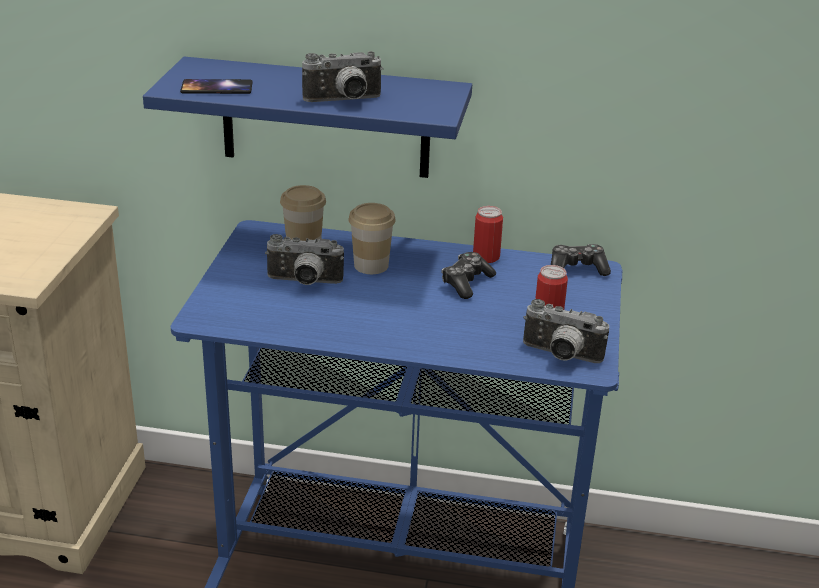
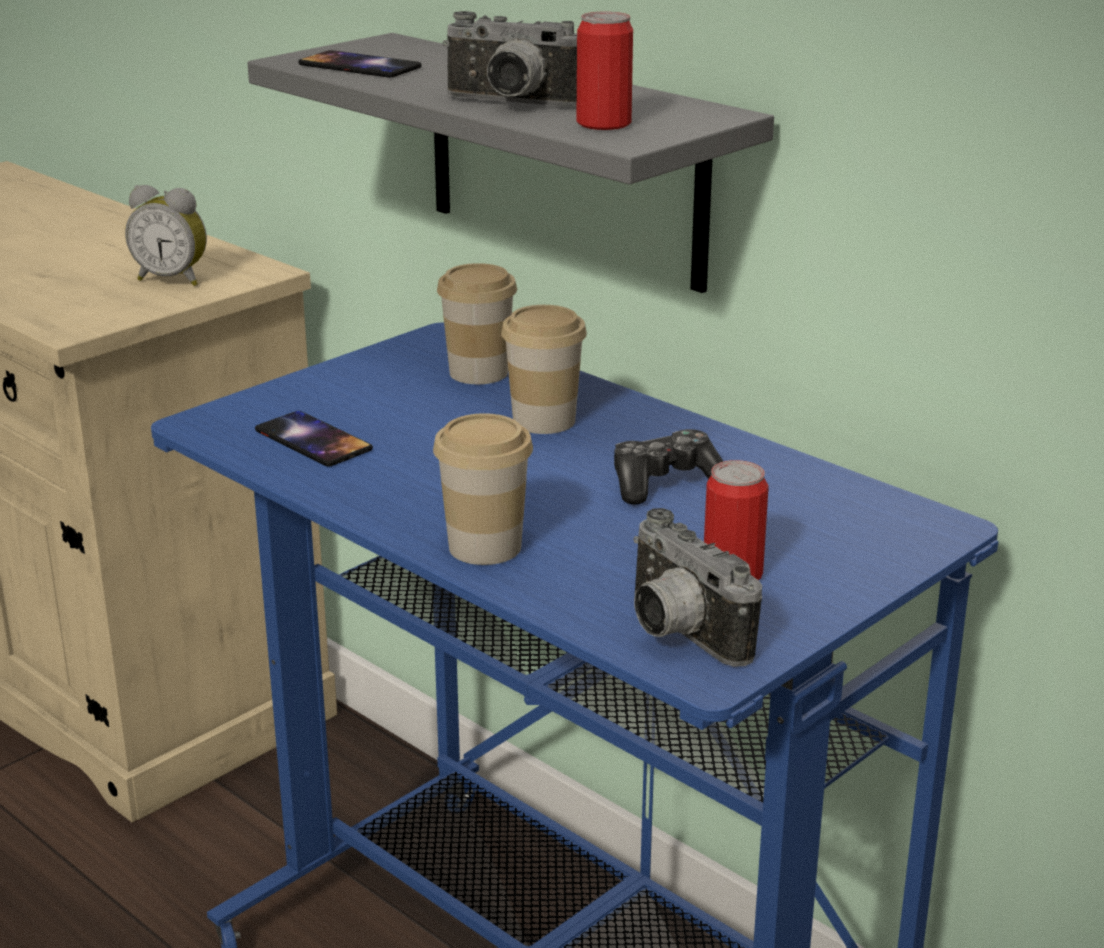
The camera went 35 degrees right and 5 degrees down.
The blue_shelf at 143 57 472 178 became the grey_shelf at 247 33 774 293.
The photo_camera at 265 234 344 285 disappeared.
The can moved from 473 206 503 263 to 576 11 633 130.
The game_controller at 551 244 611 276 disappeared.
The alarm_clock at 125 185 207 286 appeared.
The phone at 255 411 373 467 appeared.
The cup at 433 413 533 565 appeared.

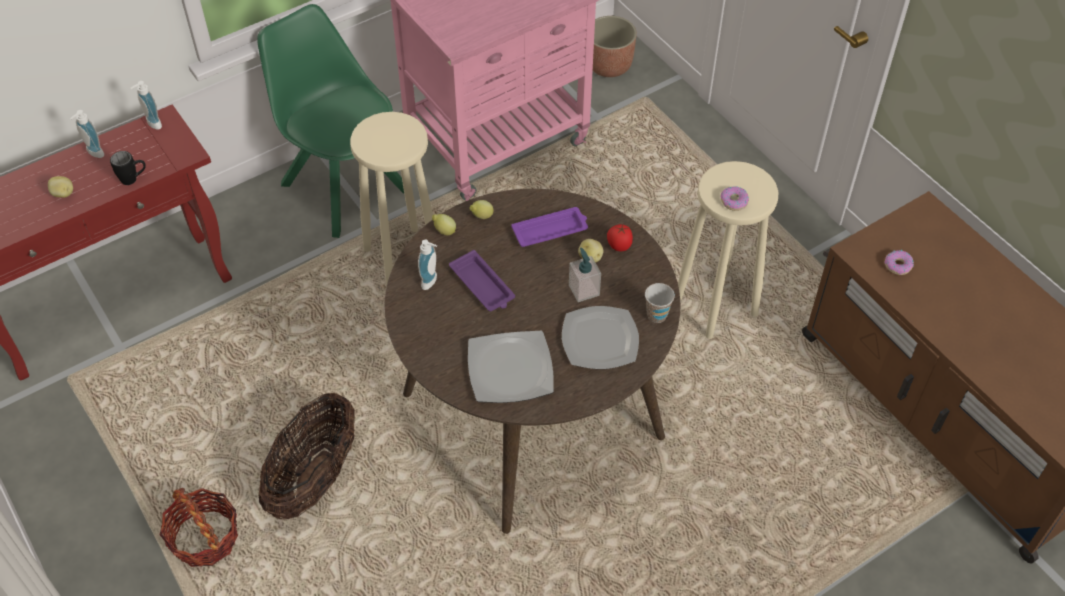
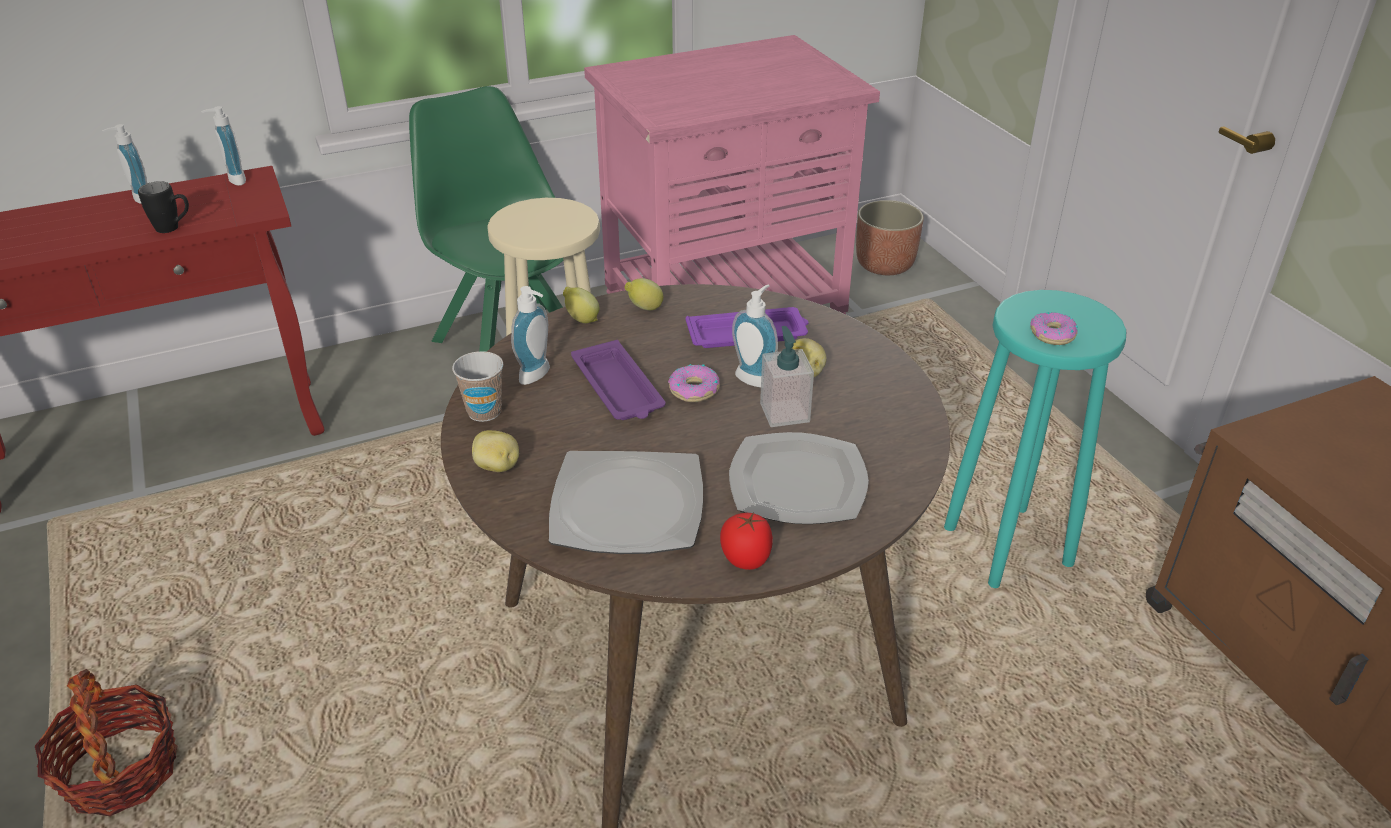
The camera went 10 degrees right and 15 degrees down.
The potato moved from 48 176 73 198 to 472 430 519 472.
The basket at 259 393 355 519 disappeared.
The tomato moved from 607 224 633 251 to 720 512 773 570.
The cup moved from 645 283 675 323 to 452 351 503 422.
The beige_stool at 678 161 778 339 became the turquoise_stool at 944 290 1126 588.
The donut moved from 885 250 914 275 to 668 364 720 402.
The soap_dispenser at 732 284 778 387 appeared.

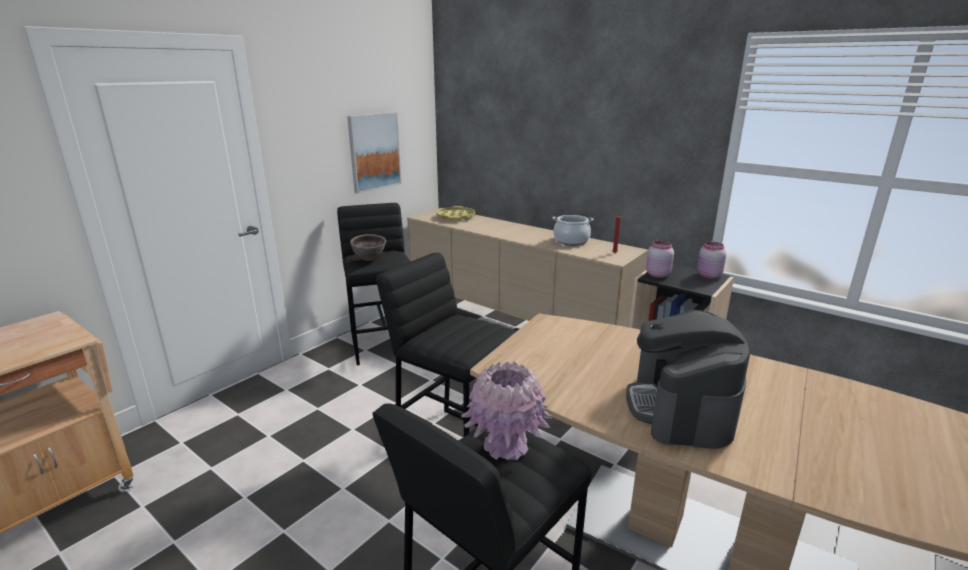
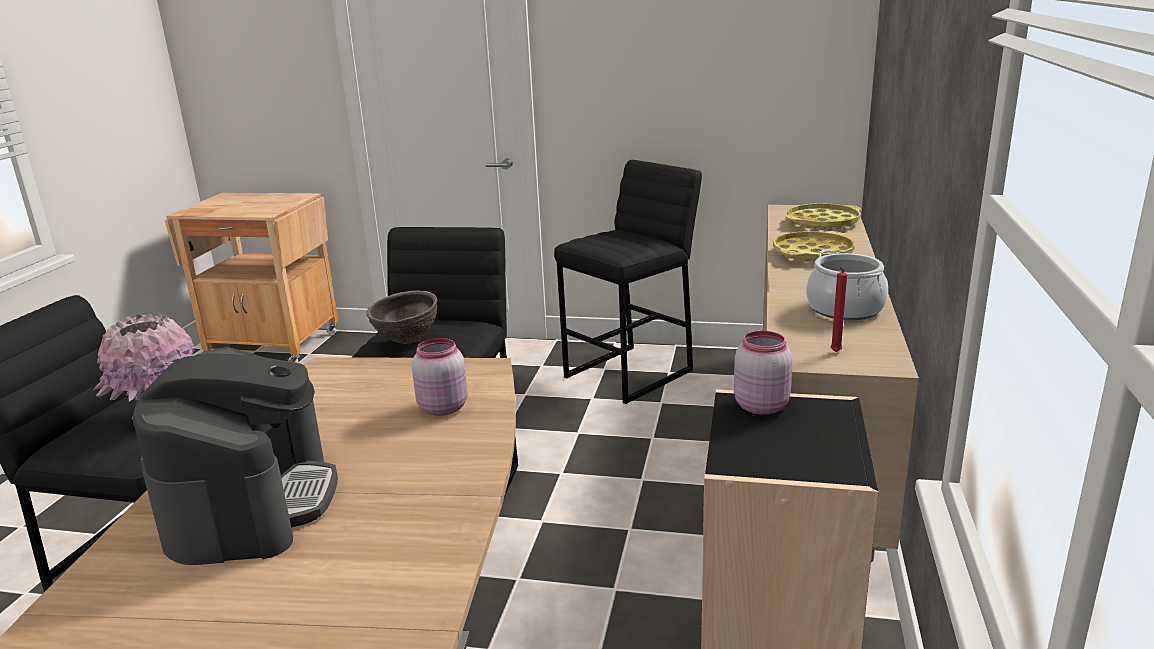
The camera went 65 degrees right and 0 degrees up.
The picture at 347 112 402 194 disappeared.
The brown_bowl moved from 350 234 386 261 to 366 290 437 344.
The coffee_machine at 626 309 750 449 turned 105 degrees clockwise.
The pink_jar moved from 697 242 727 279 to 412 338 468 416.
The yellow_tray at 773 231 855 262 appeared.

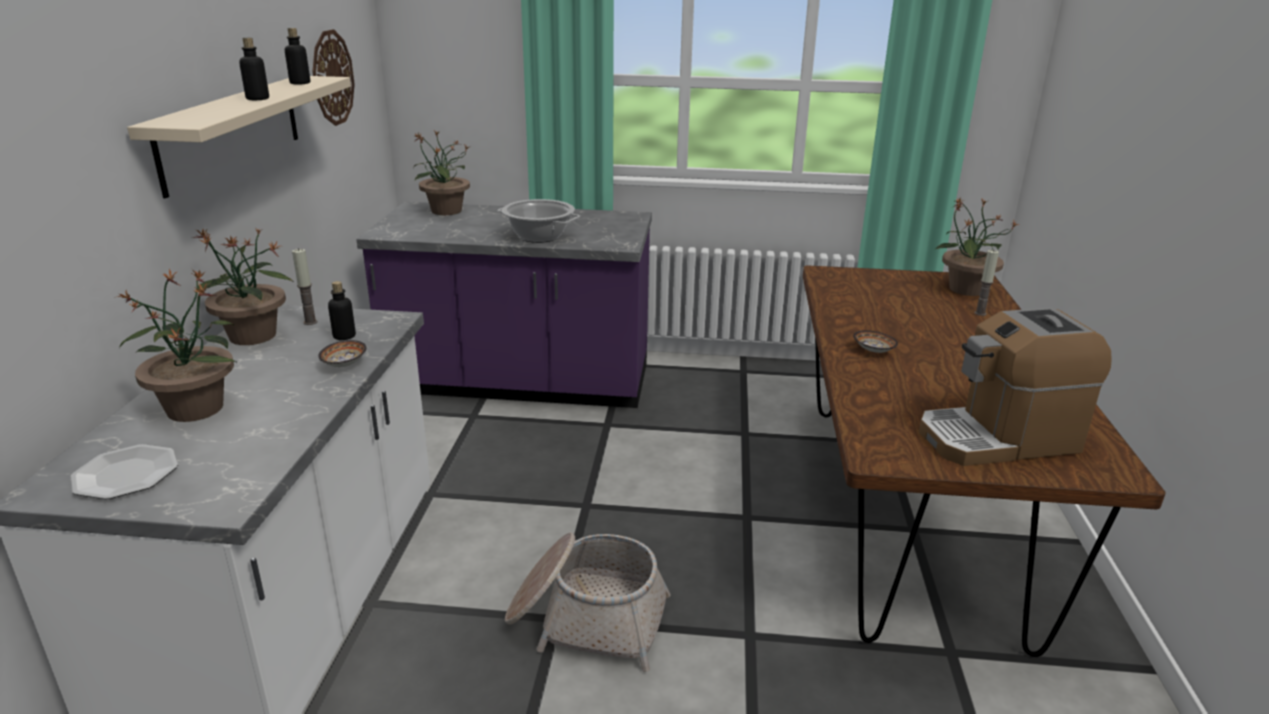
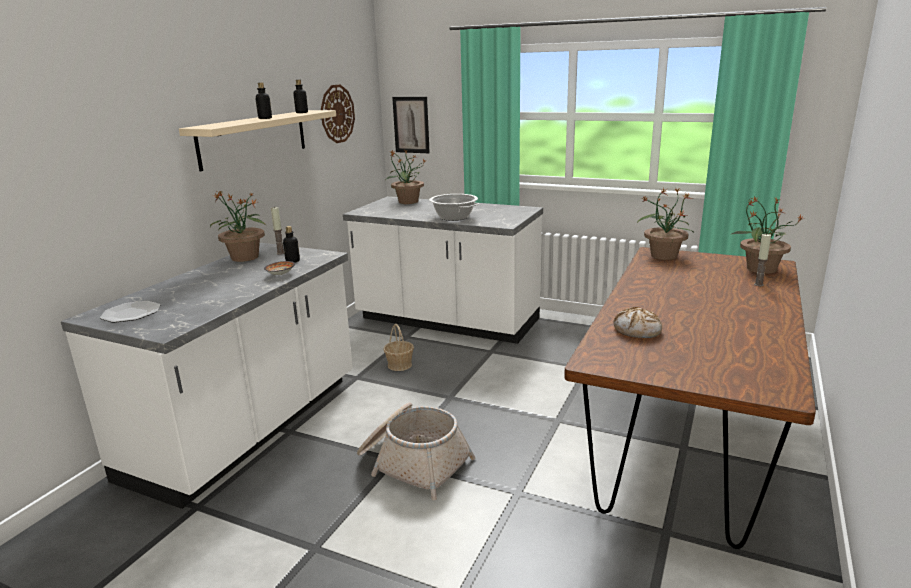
The camera went 20 degrees right and 5 degrees down.
The potted_plant moved from 117 268 238 422 to 637 188 694 260.
The purple_counter at 356 202 652 408 became the white_counter at 343 196 543 344.
The bowl at 853 330 898 353 disappeared.
The coffee_machine at 919 307 1112 466 disappeared.
The basket at 383 324 414 371 appeared.
The picture at 392 97 430 153 appeared.
The bread at 614 307 662 338 appeared.

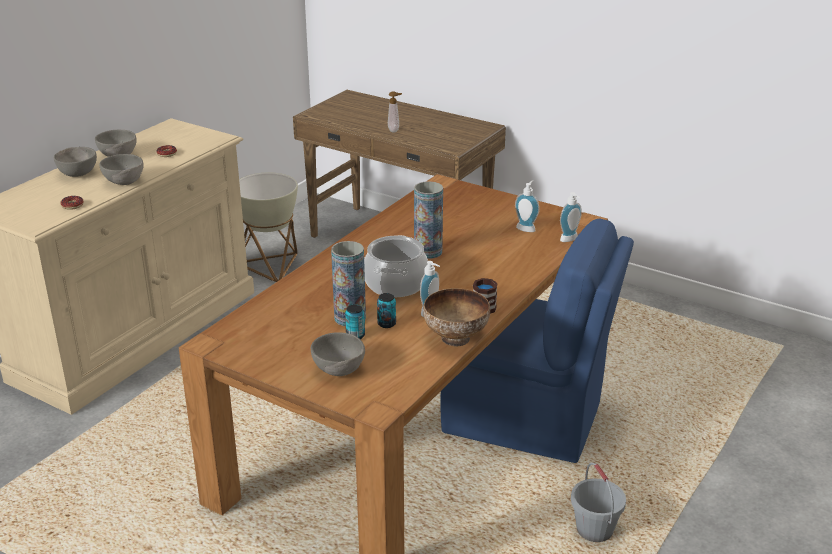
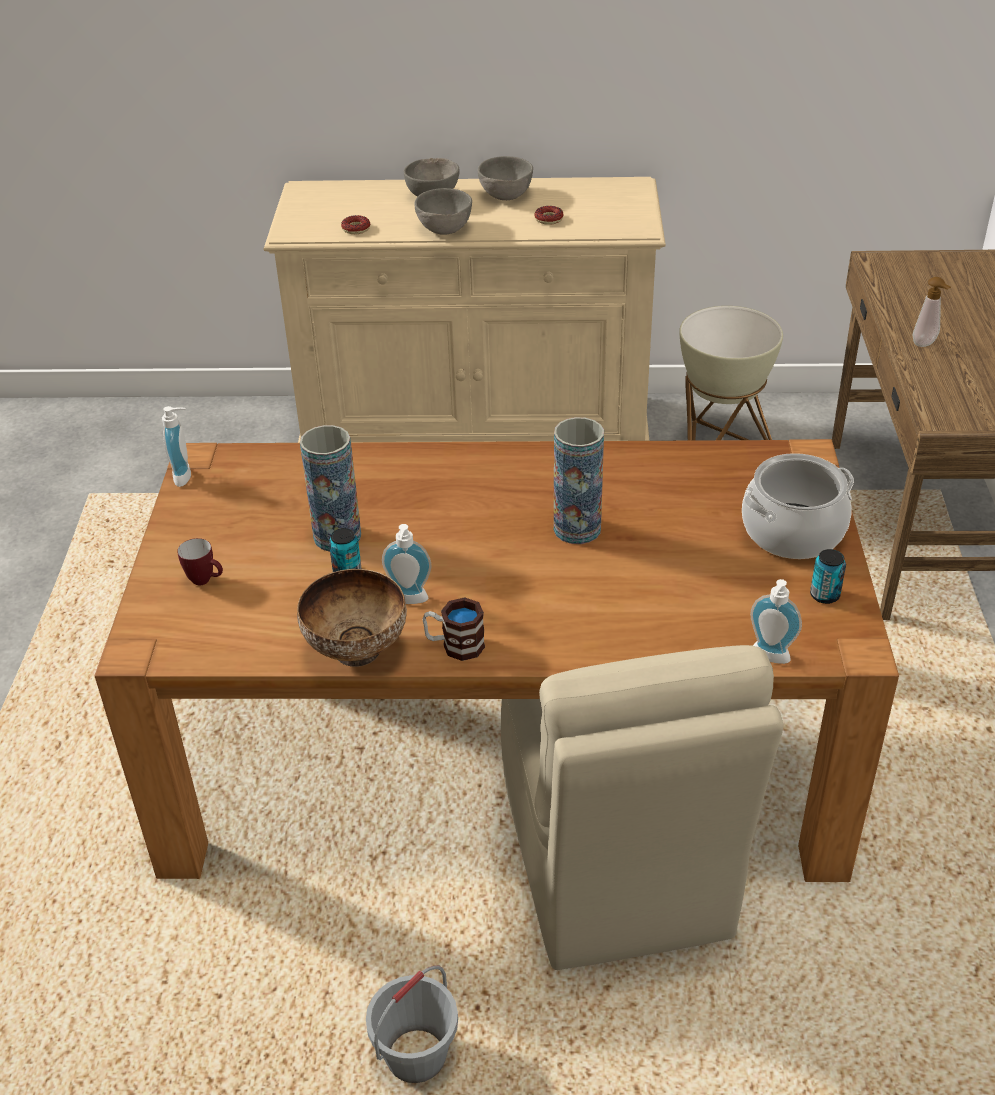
The camera went 60 degrees right and 10 degrees up.
The grey_bowl at 311 332 365 376 was replaced by the mug at 177 538 223 585.
The can moved from 345 304 365 339 to 810 549 846 604.
The cooking_pot moved from 364 235 428 297 to 742 453 854 559.
The blue_chair at 441 219 634 463 became the beige_chair at 501 645 783 970.
The soap_dispenser moved from 515 180 540 232 to 162 406 191 487.

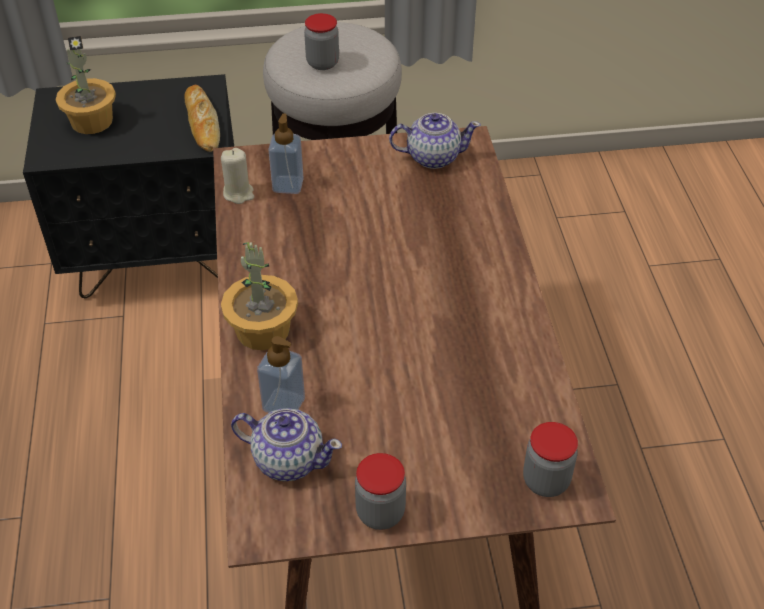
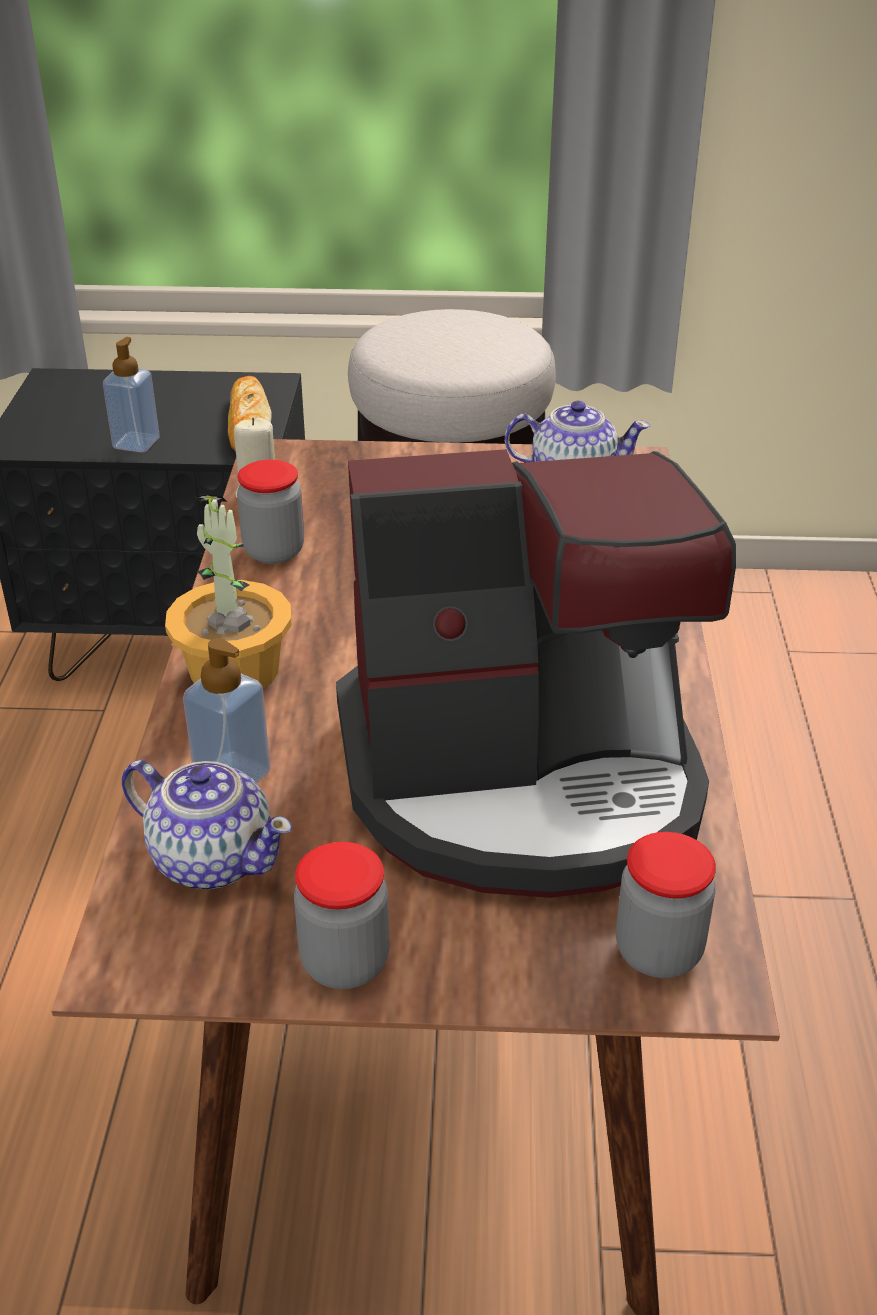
The camera went 10 degrees right and 10 degrees down.
The potted_plant at 56 36 116 134 disappeared.
The soap_dispenser moved from 268 114 304 194 to 103 337 160 452.
The jar moved from 304 13 339 70 to 237 460 304 564.
The coffee_machine at 336 449 736 898 appeared.

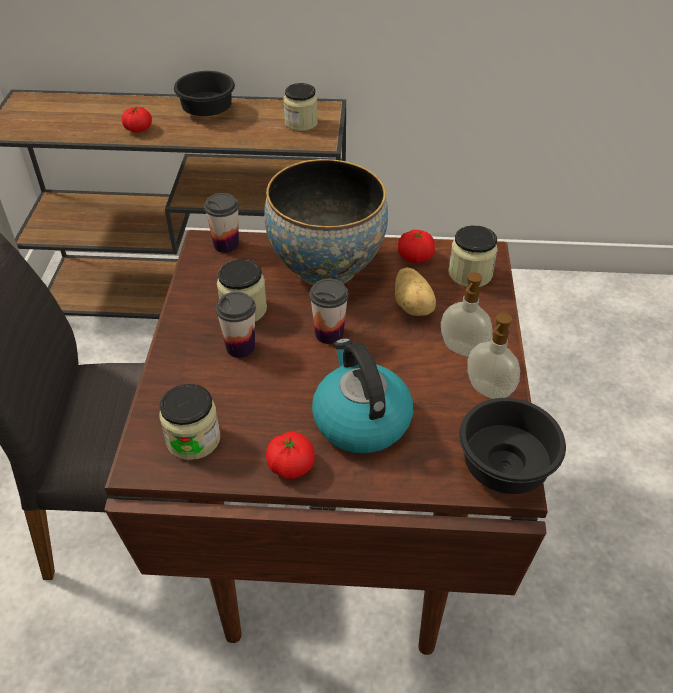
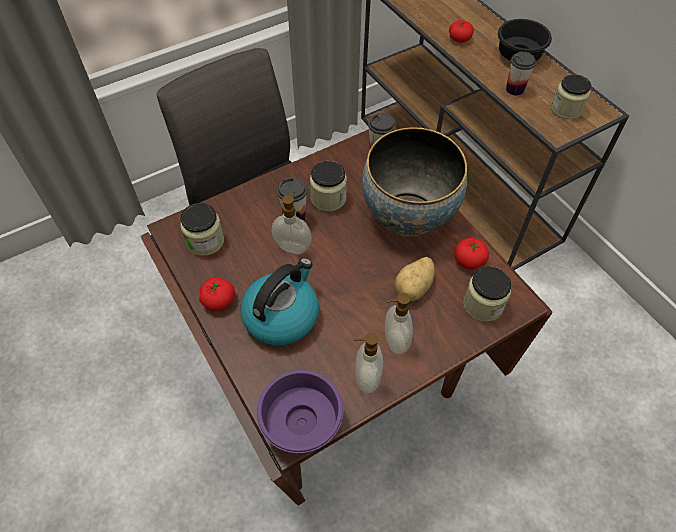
The camera went 55 degrees right and 10 degrees up.
The cup moved from 309 279 349 344 to 506 52 536 96.
The black_bowl at 459 398 566 494 became the purple_bowl at 256 370 343 454.
The soap_dispenser at 272 191 312 254 appeared.

